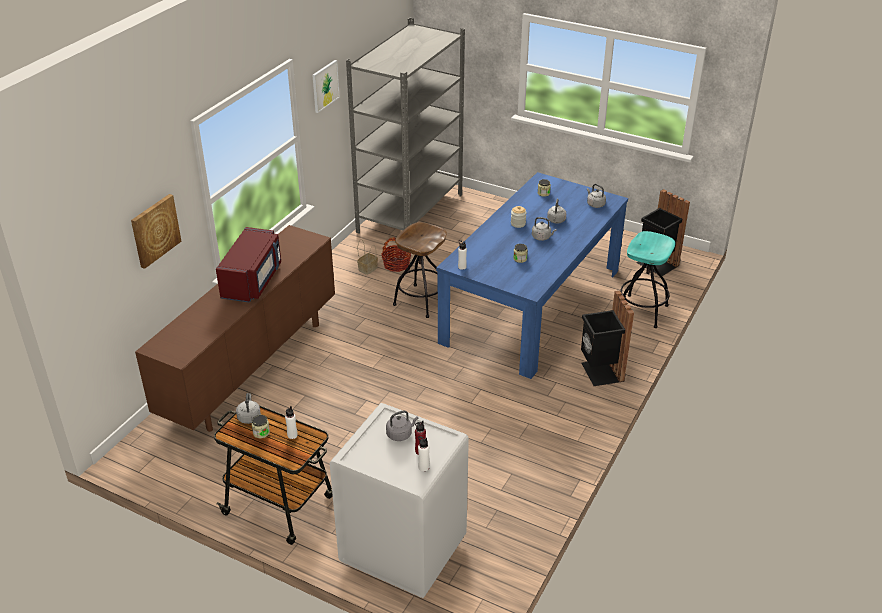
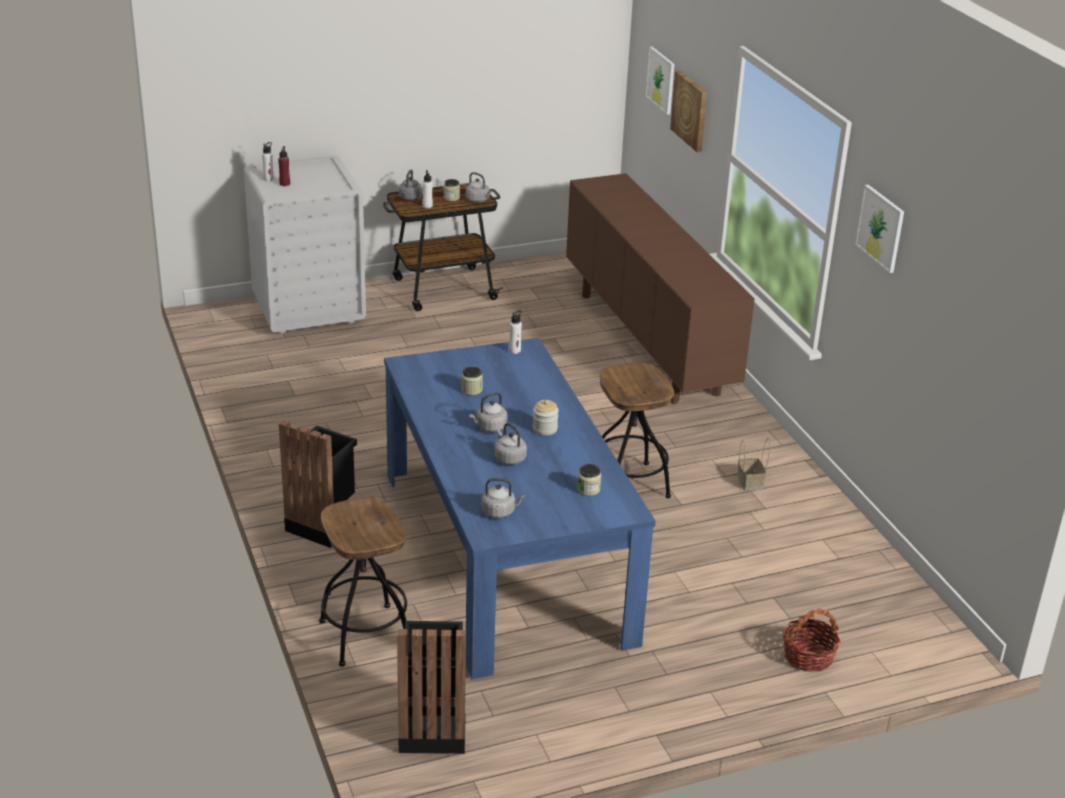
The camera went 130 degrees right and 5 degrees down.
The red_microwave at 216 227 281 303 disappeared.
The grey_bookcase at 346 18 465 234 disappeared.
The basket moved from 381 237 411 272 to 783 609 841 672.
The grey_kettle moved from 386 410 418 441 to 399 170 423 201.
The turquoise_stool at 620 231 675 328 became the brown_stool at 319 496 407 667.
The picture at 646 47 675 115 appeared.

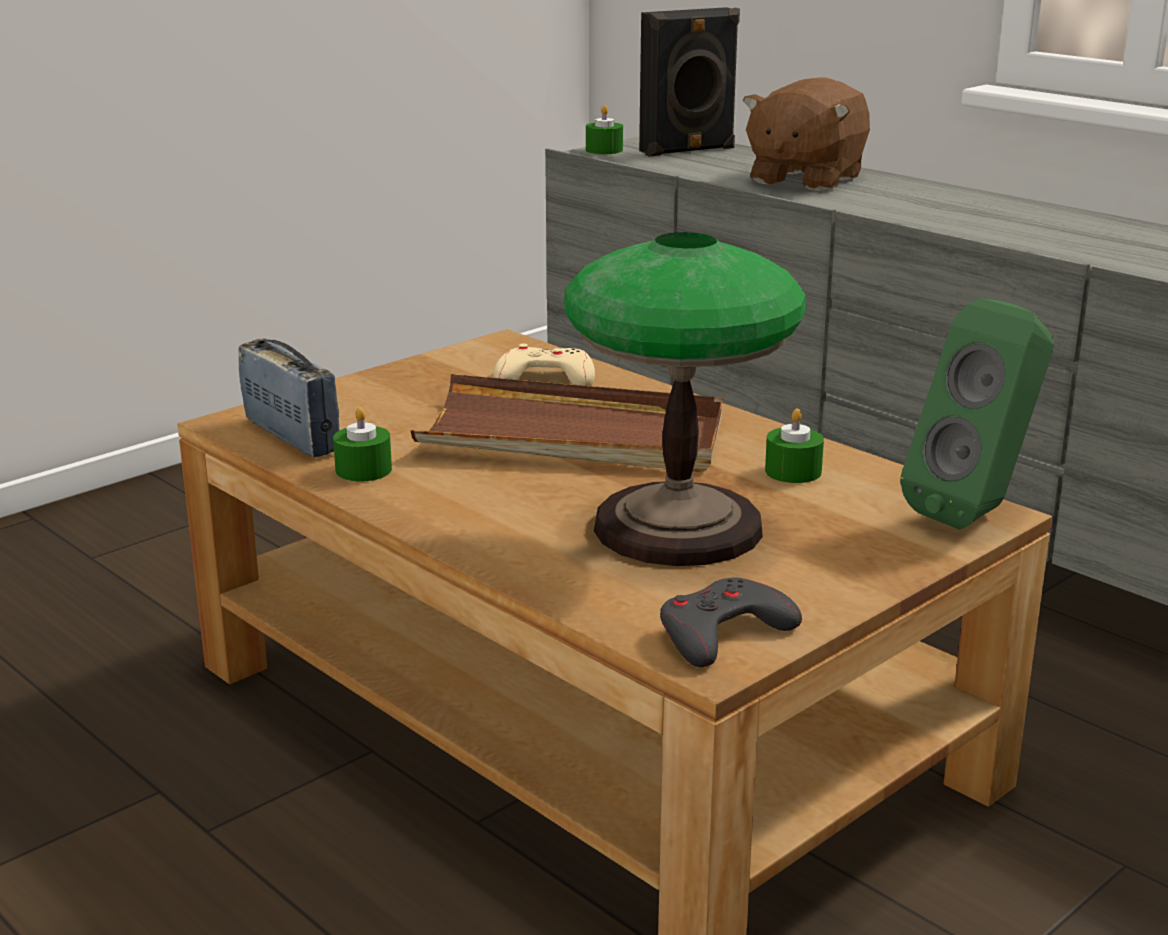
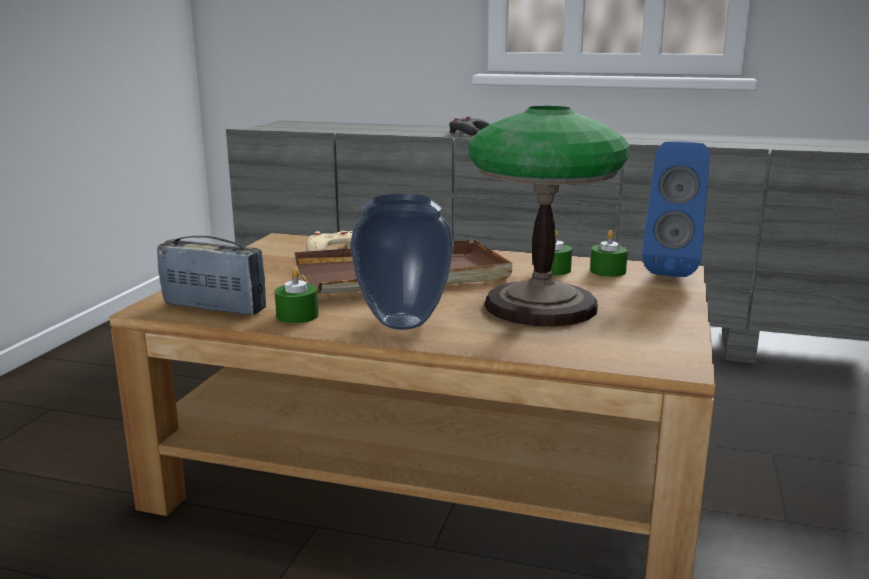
The camera went 30 degrees left and 5 degrees down.
The green_candle moved from 586 105 623 154 to 590 230 628 277.
The black_speaker at 639 7 740 157 disappeared.
The grey_game_controller moved from 660 577 802 667 to 449 117 490 136.
The brown_plush_toy at 742 77 870 191 disappeared.
The green_speaker at 900 298 1054 530 became the blue_speaker at 642 141 710 277.
The vase at 350 194 454 330 appeared.

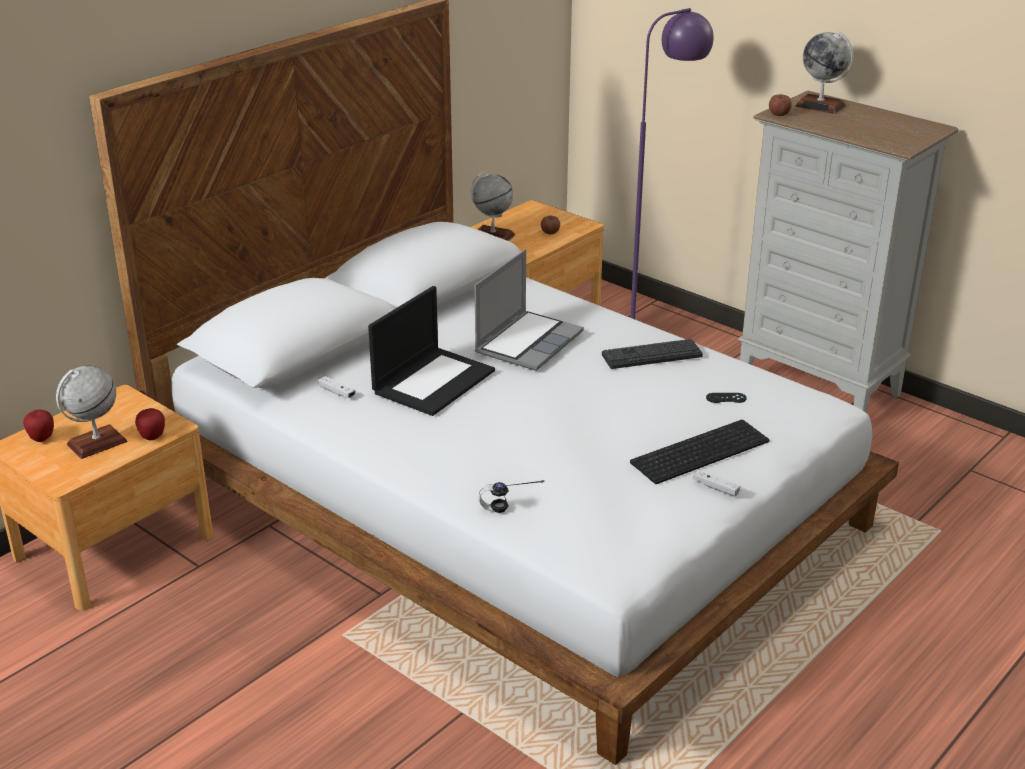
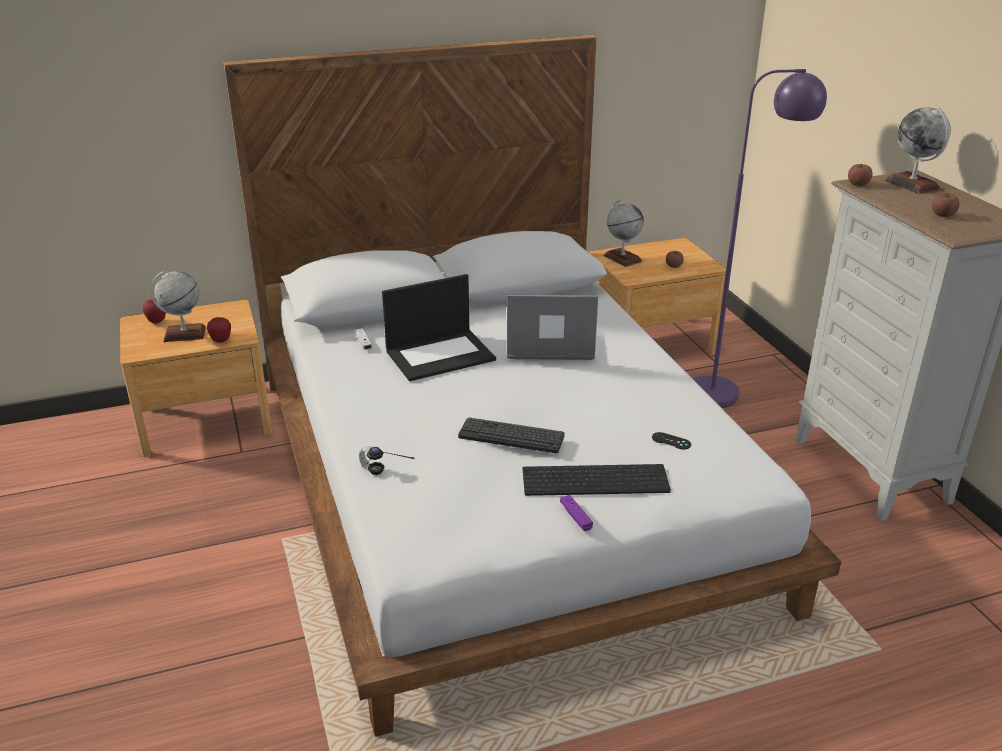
The camera went 30 degrees right and 0 degrees up.
The laptop at 474 249 584 371 turned 150 degrees counterclockwise.
The keyboard moved from 602 339 703 369 to 458 417 565 453.
The white_game_controller at 693 470 740 497 became the purple_game_controller at 560 495 593 531.
The apple at 932 193 959 217 appeared.

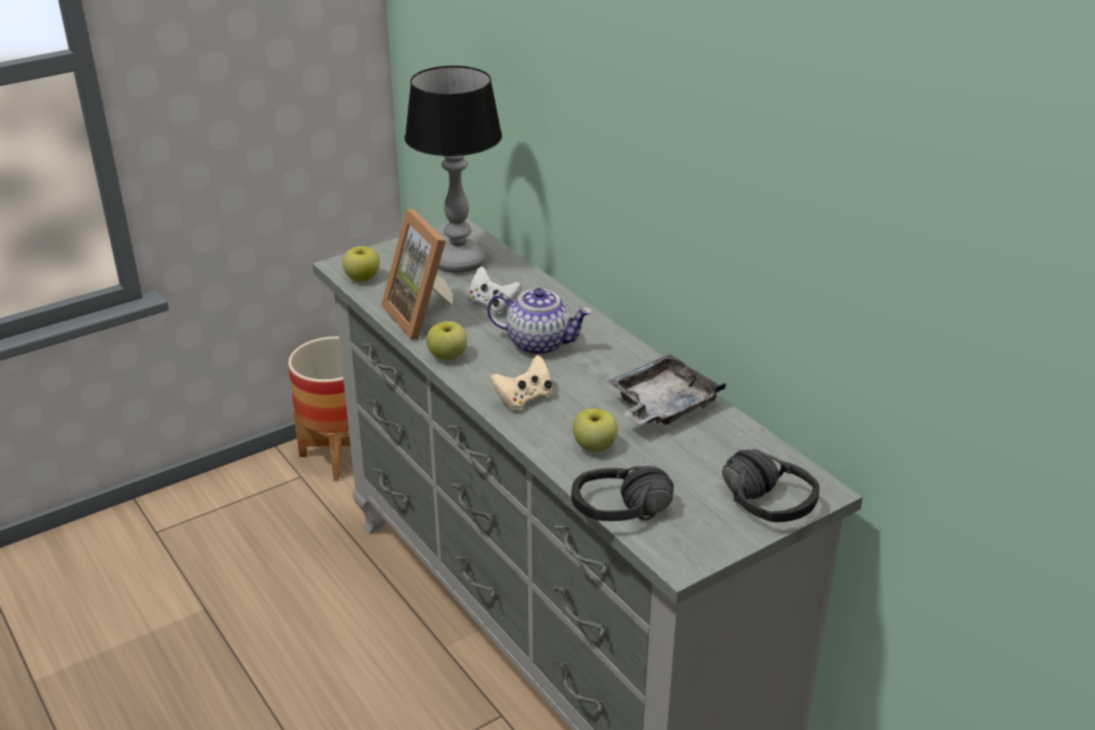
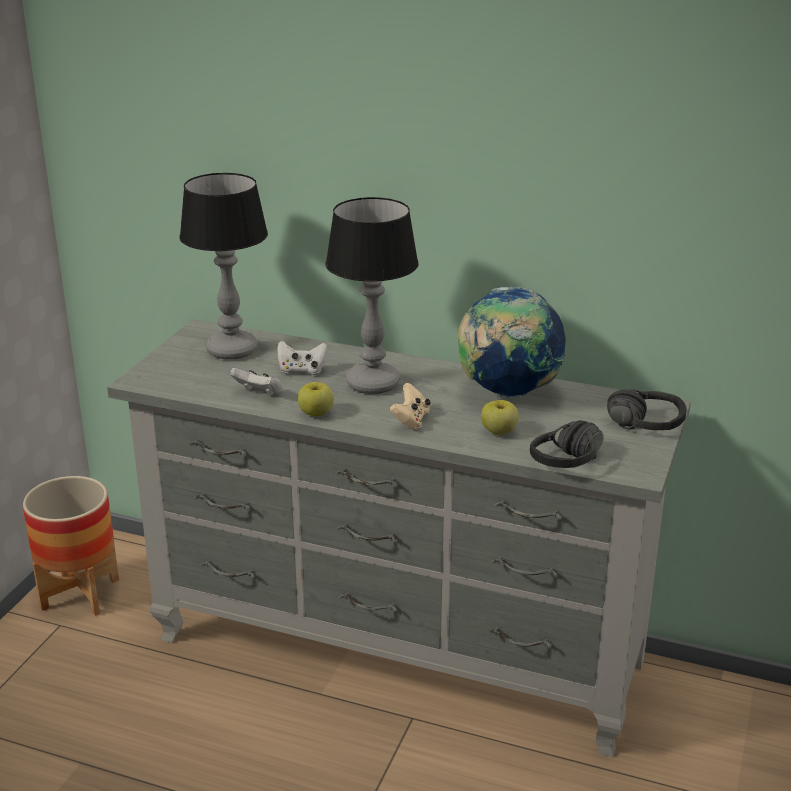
The camera went 35 degrees left and 5 degrees down.
The apple at 342 246 380 282 disappeared.
The picture_frame at 381 209 453 340 was replaced by the white_game_controller at 230 368 282 396.
The teapot at 487 288 592 355 was replaced by the table_lamp at 325 197 419 394.
The grey_tray at 607 354 726 425 was replaced by the globe at 457 286 566 398.

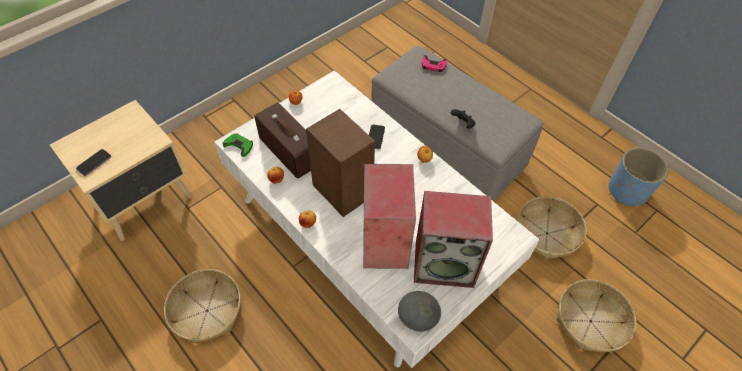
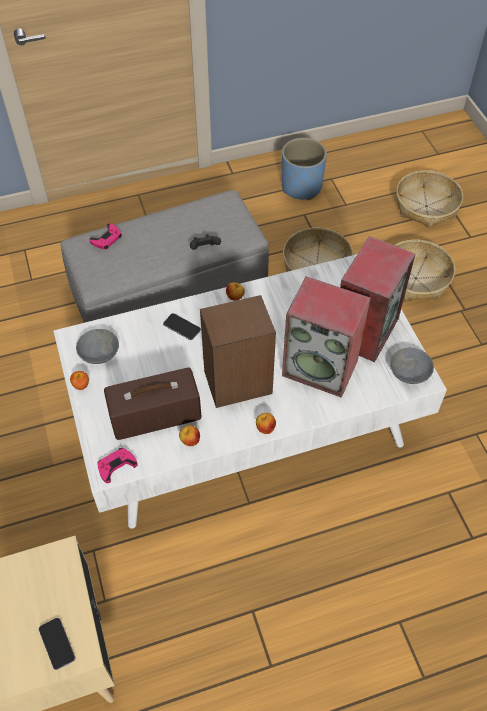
The camera went 65 degrees left and 0 degrees up.
The basket moved from 164 269 241 344 to 396 170 463 228.
The green_game_controller at 223 133 253 157 became the pink_game_controller at 97 448 138 483.
The grey_bowl at 76 329 119 364 appeared.

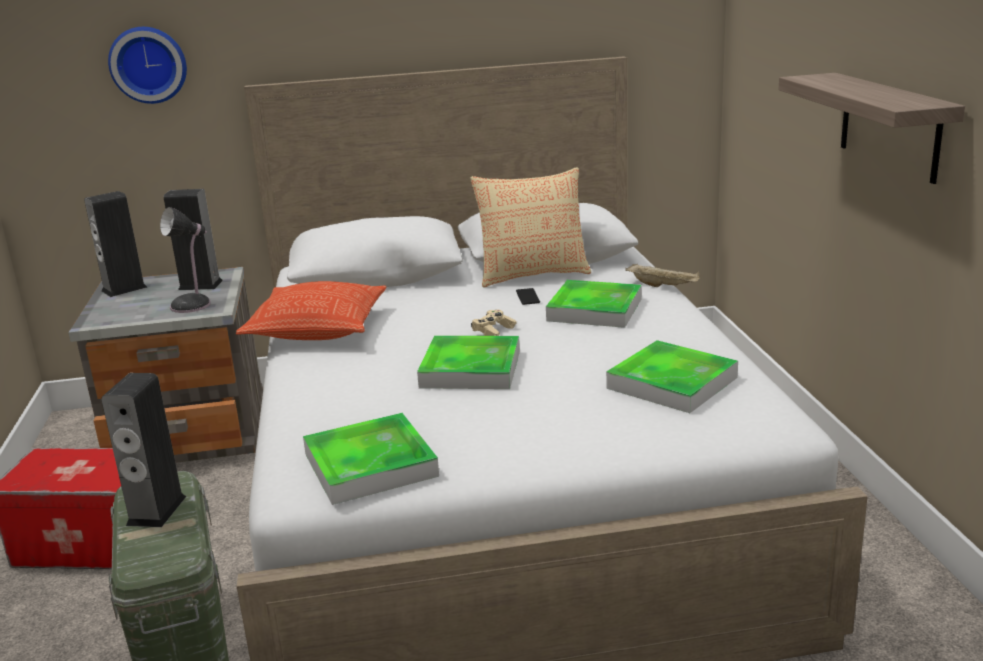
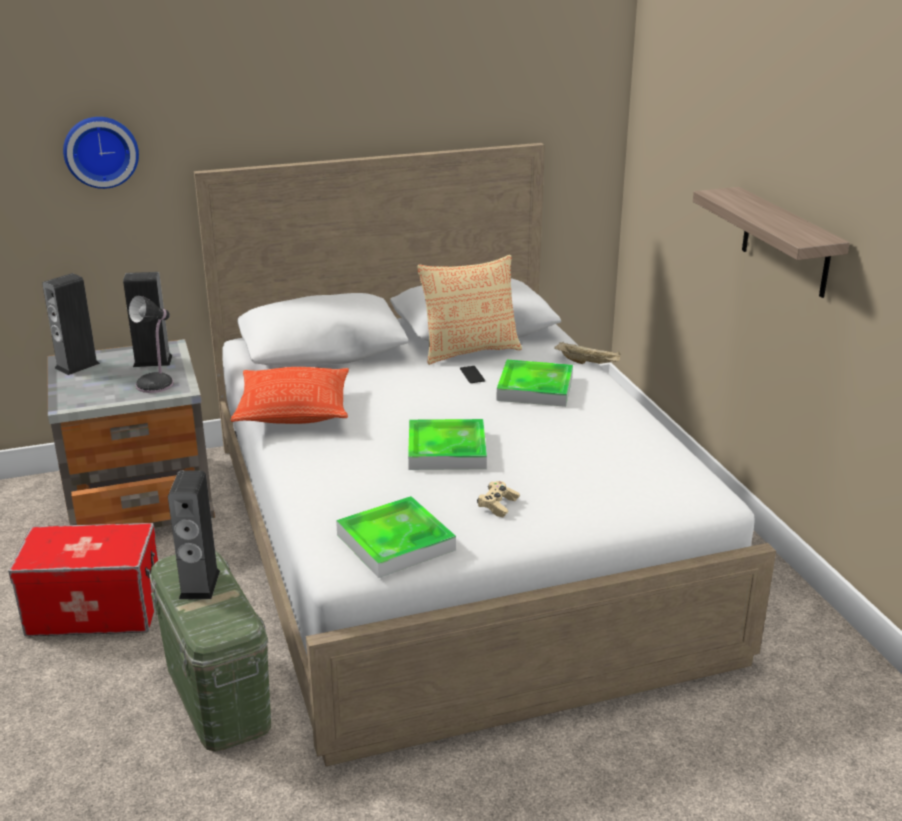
The camera went 10 degrees left and 5 degrees up.
The beige_game_controller moved from 471 310 517 336 to 477 481 520 517.
The tray at 606 340 738 413 disappeared.

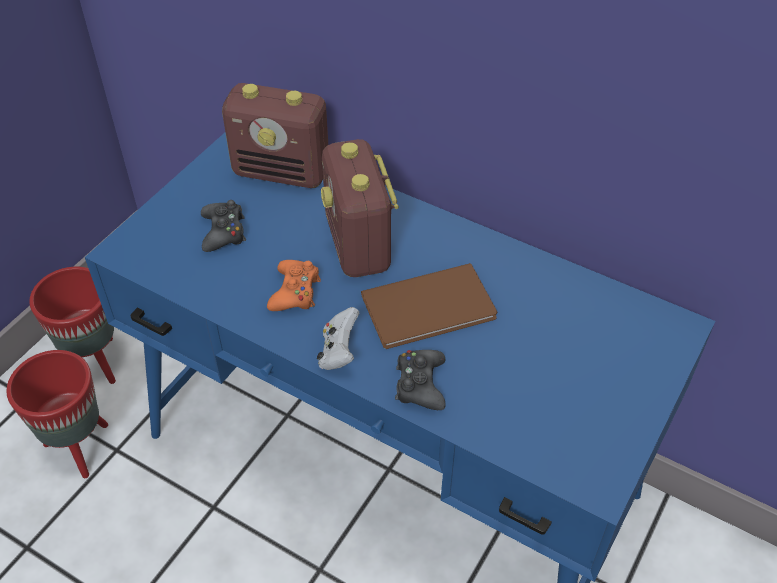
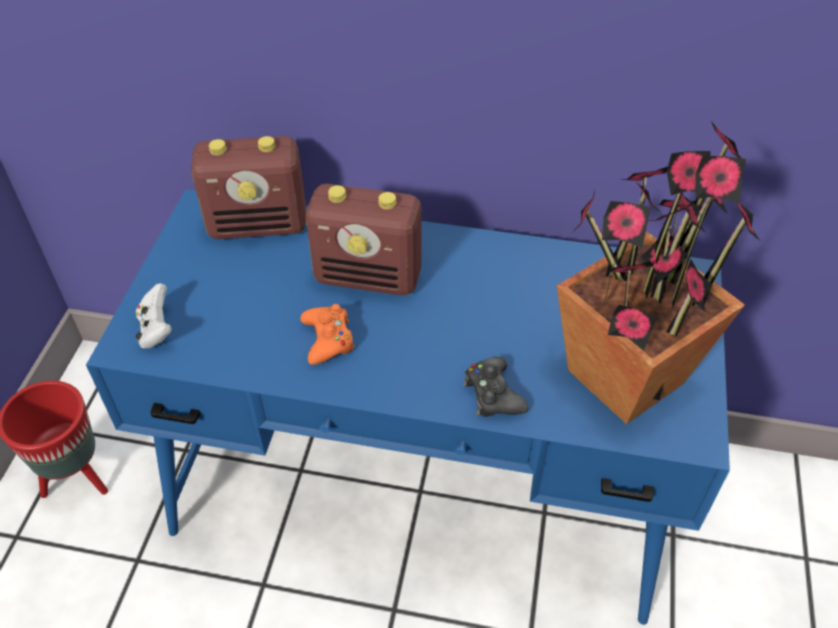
The camera went 20 degrees left and 0 degrees up.
The red_planter at 6 350 108 478 disappeared.
The black_game_controller at 201 200 246 252 disappeared.
The white_game_controller moved from 317 307 359 370 to 136 283 172 349.
The radio at 321 139 399 277 turned 45 degrees counterclockwise.
The brown_book at 361 263 497 349 disappeared.
The potted_plant at 557 121 760 424 appeared.

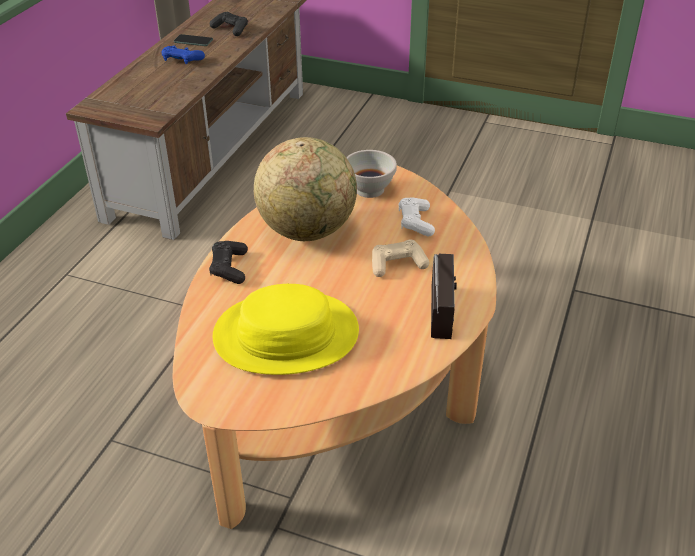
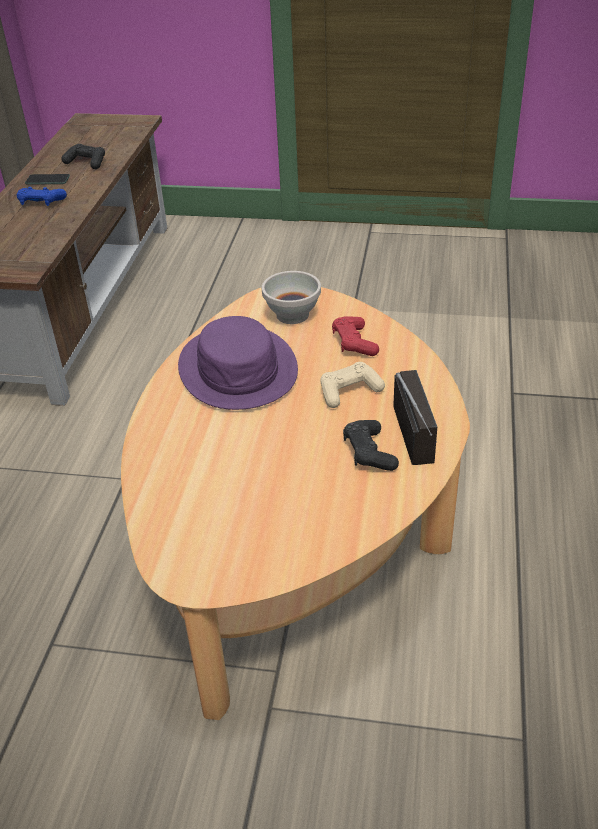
The camera went 10 degrees left and 0 degrees up.
The black_game_controller moved from 209 241 248 284 to 343 420 399 471.
The yellow_hat at 213 284 359 375 disappeared.
The globe at 254 137 357 241 was replaced by the purple_hat at 178 316 298 410.
The white_game_controller at 399 197 435 236 became the red_game_controller at 332 316 379 356.

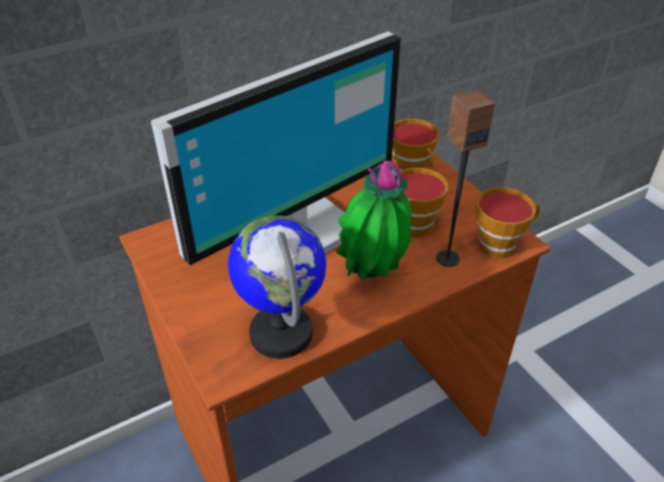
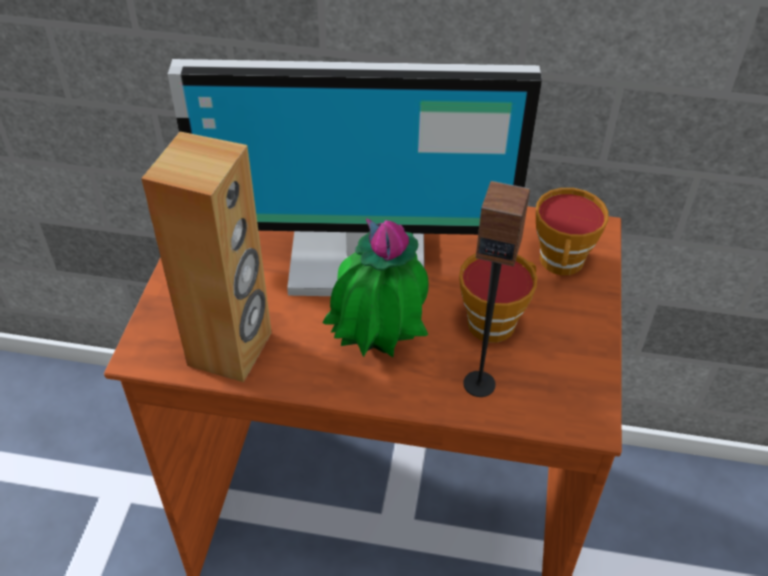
The camera went 40 degrees right and 5 degrees up.
The globe at 228 216 326 359 was replaced by the brown_speaker at 141 132 272 382.
The cup at 476 187 540 258 disappeared.

